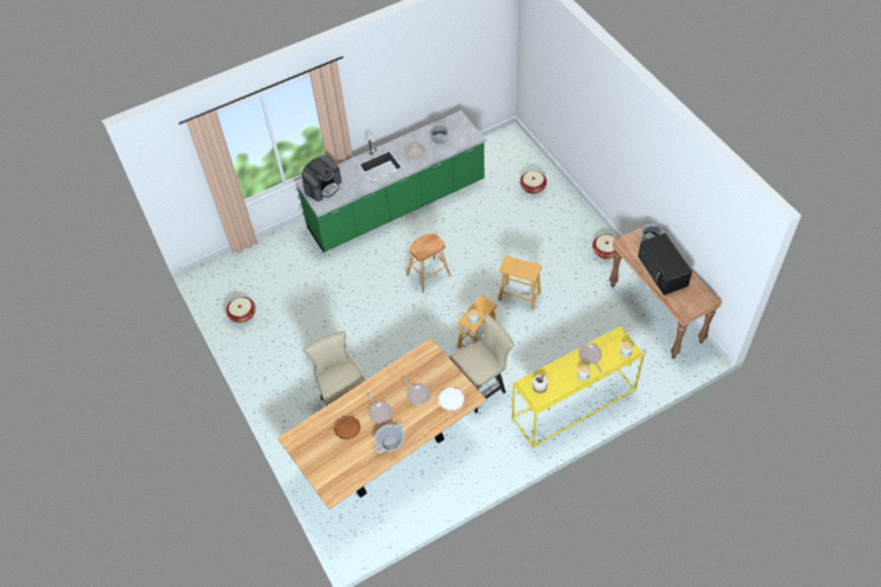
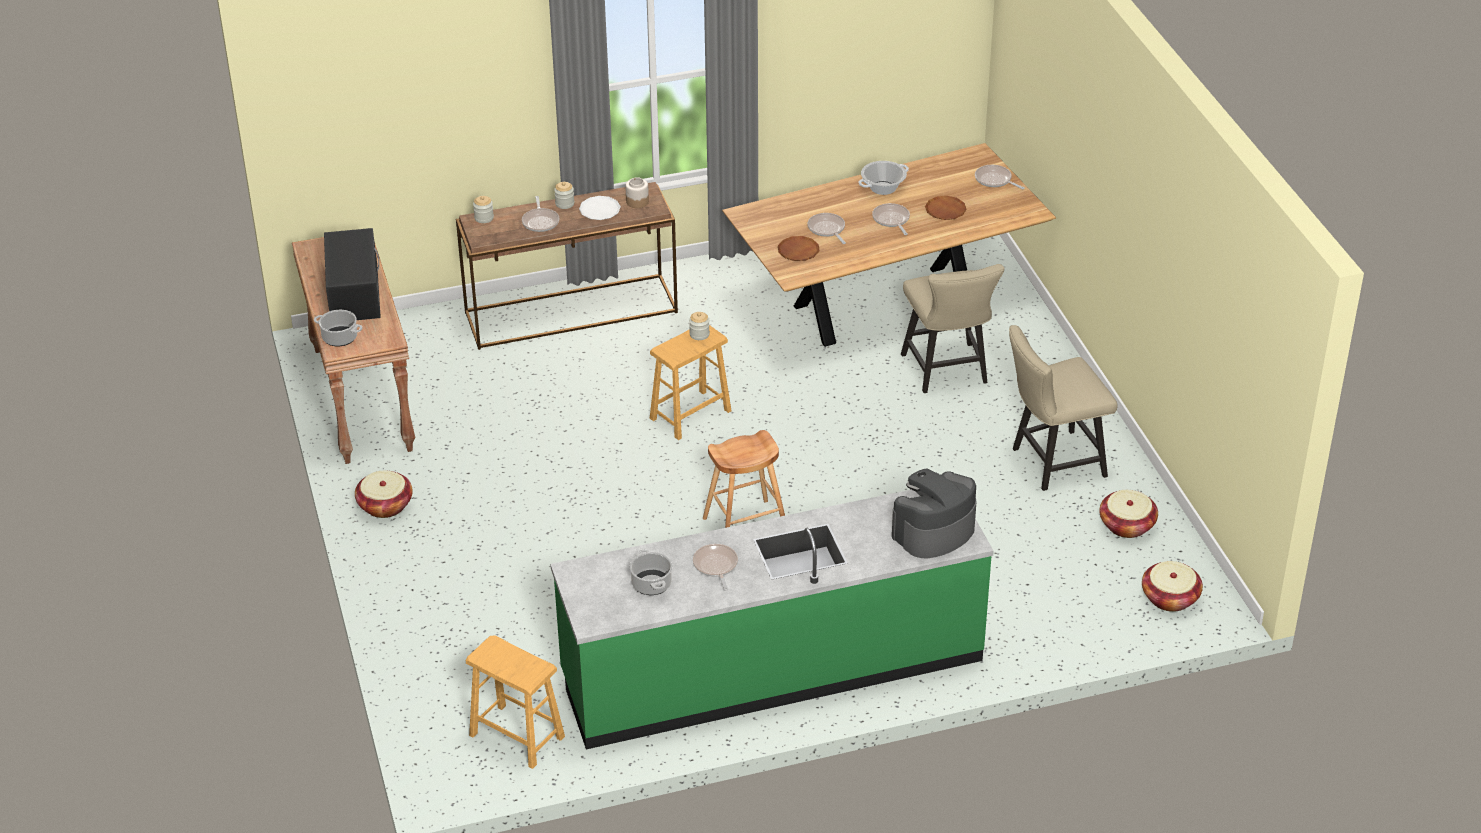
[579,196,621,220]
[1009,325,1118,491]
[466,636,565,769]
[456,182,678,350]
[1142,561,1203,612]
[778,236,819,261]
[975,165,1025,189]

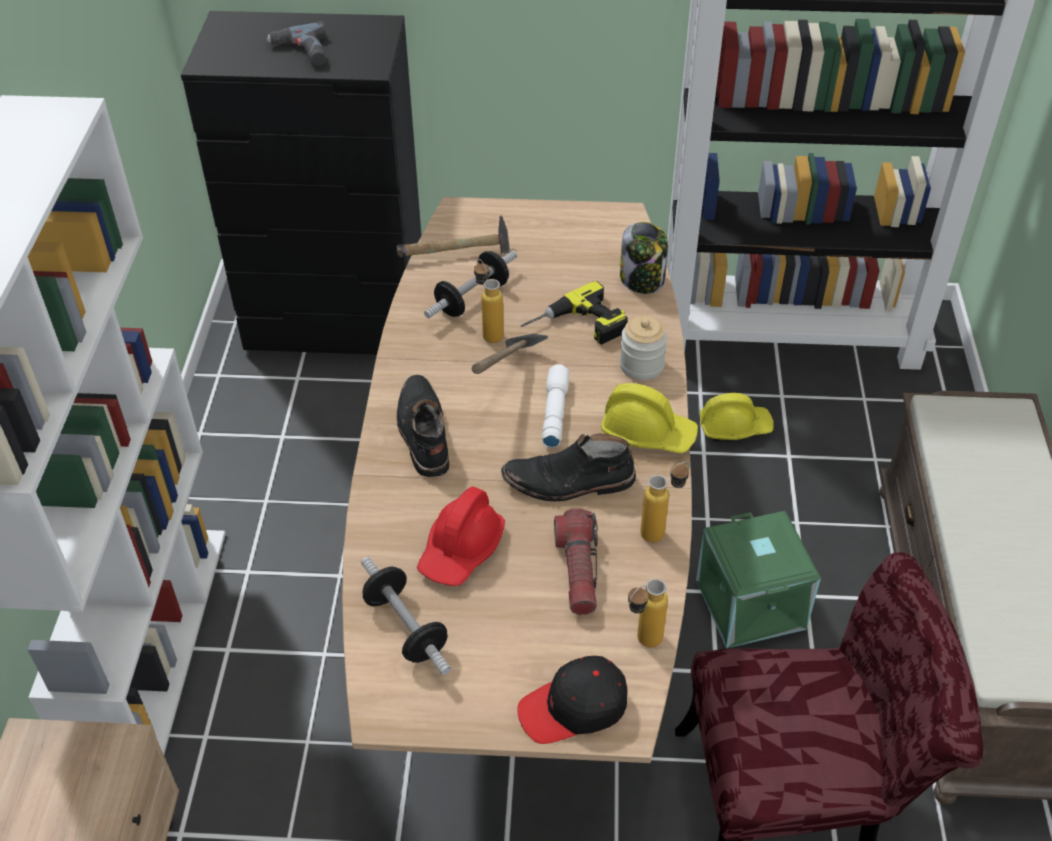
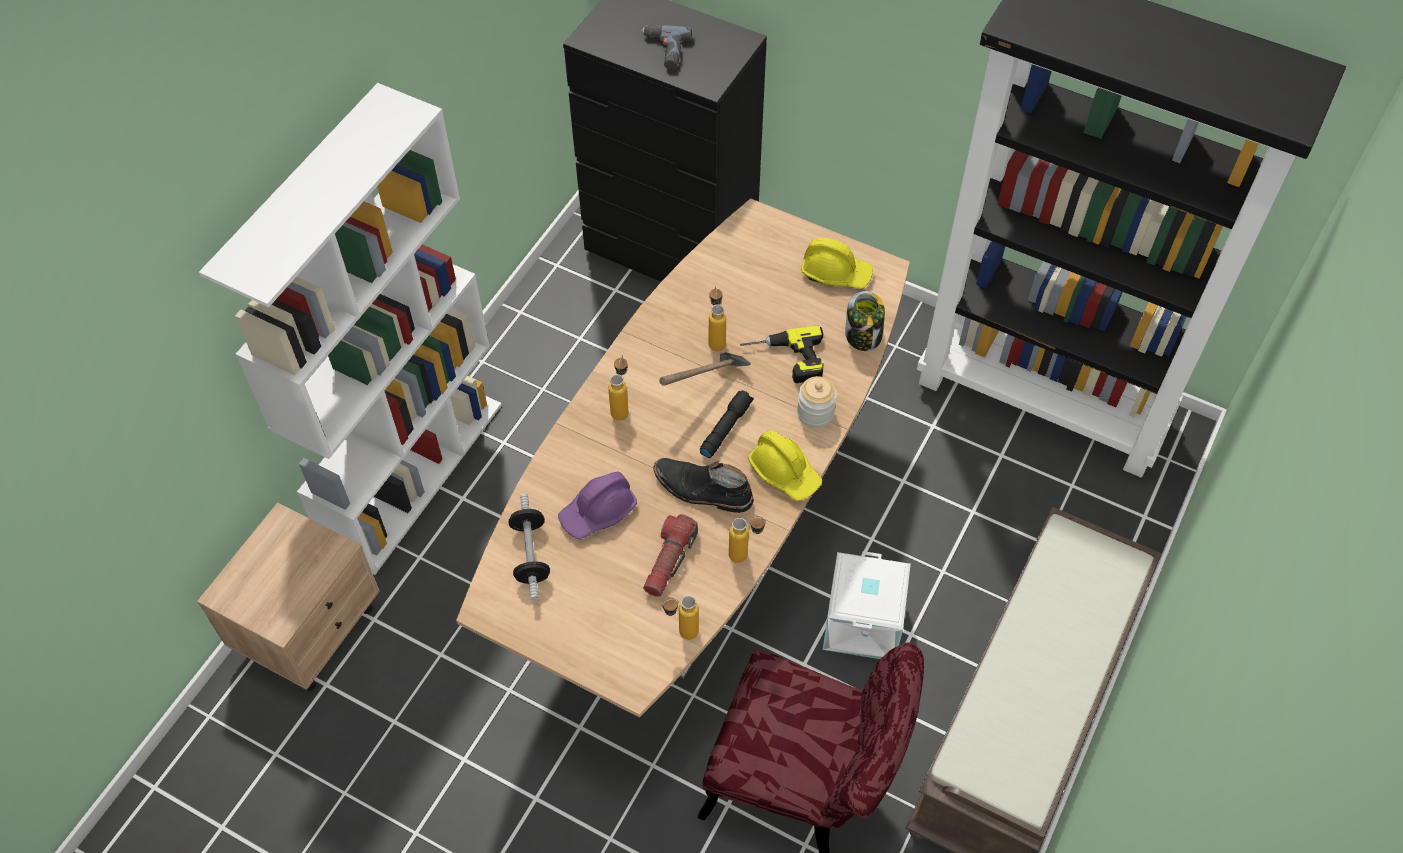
[396,216,510,257] (first image)
[608,355,628,421]
[558,472,637,539]
[424,250,517,319] (first image)
[517,656,627,744] (first image)
[700,390,754,458]
[823,551,911,659]
[801,238,873,289]

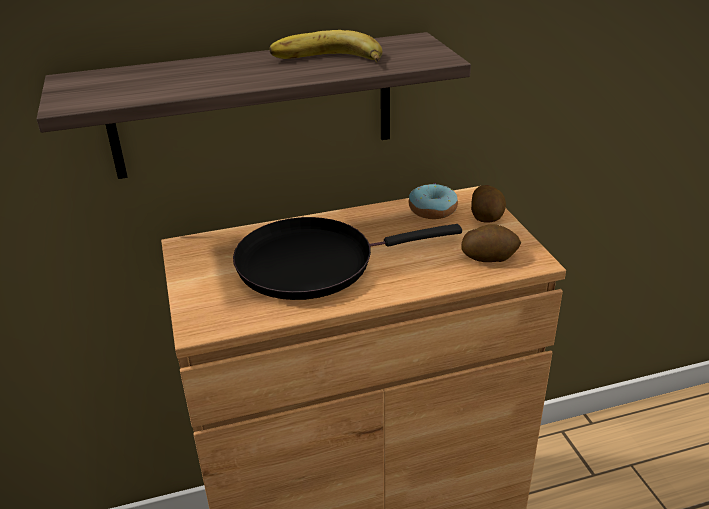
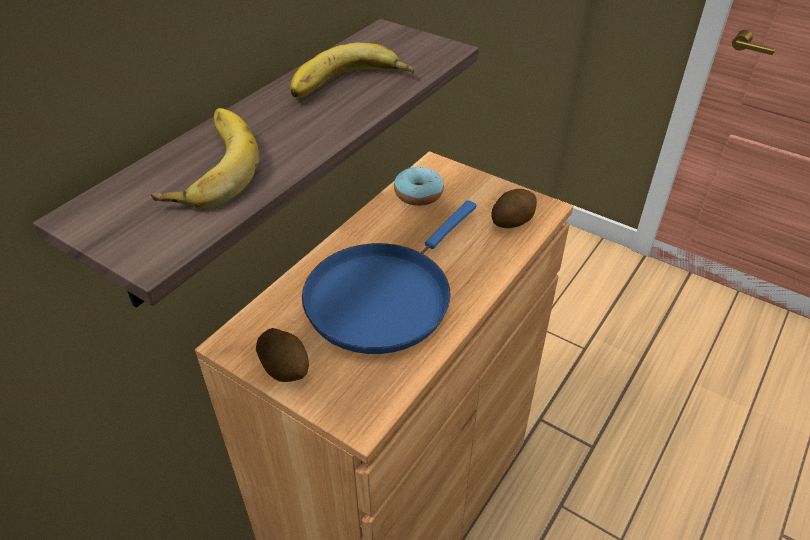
[302,200,477,354]
[256,328,309,382]
[151,108,259,209]

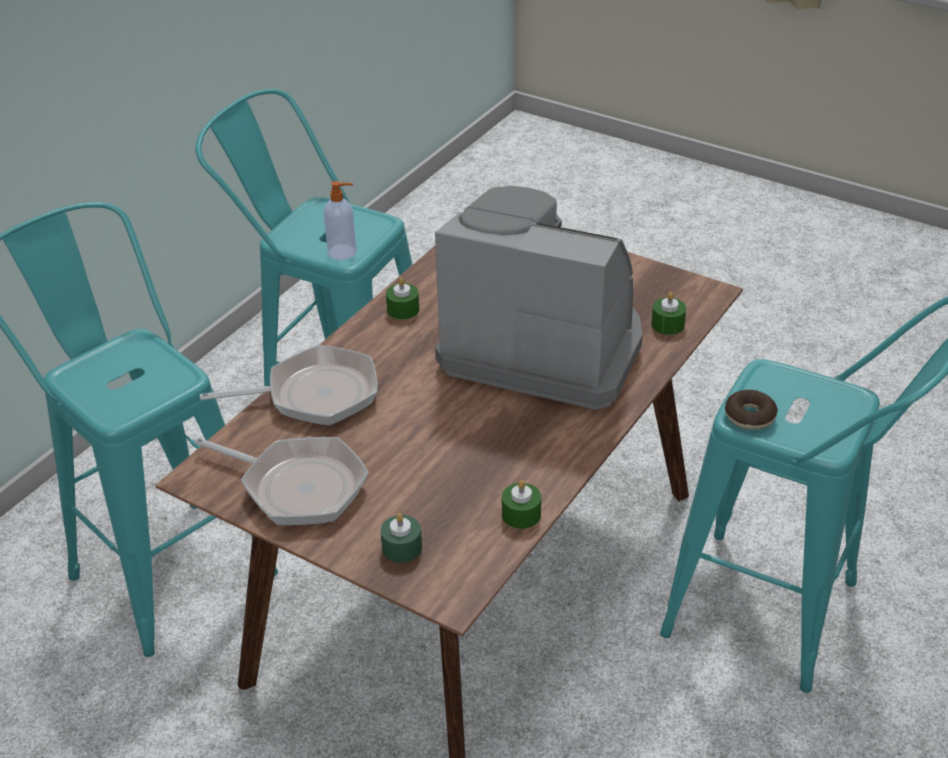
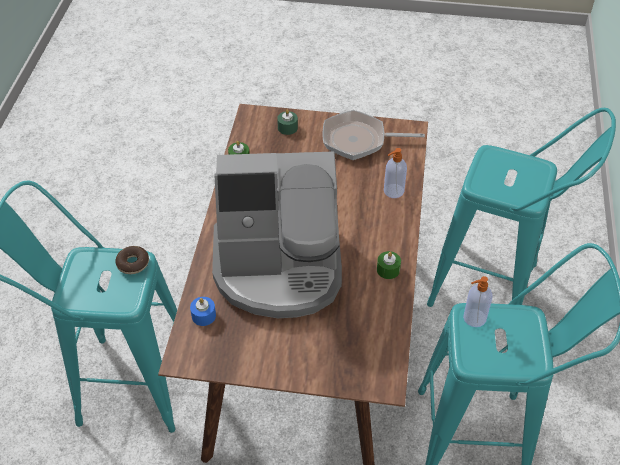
[384,148,407,198]
[190,297,216,326]

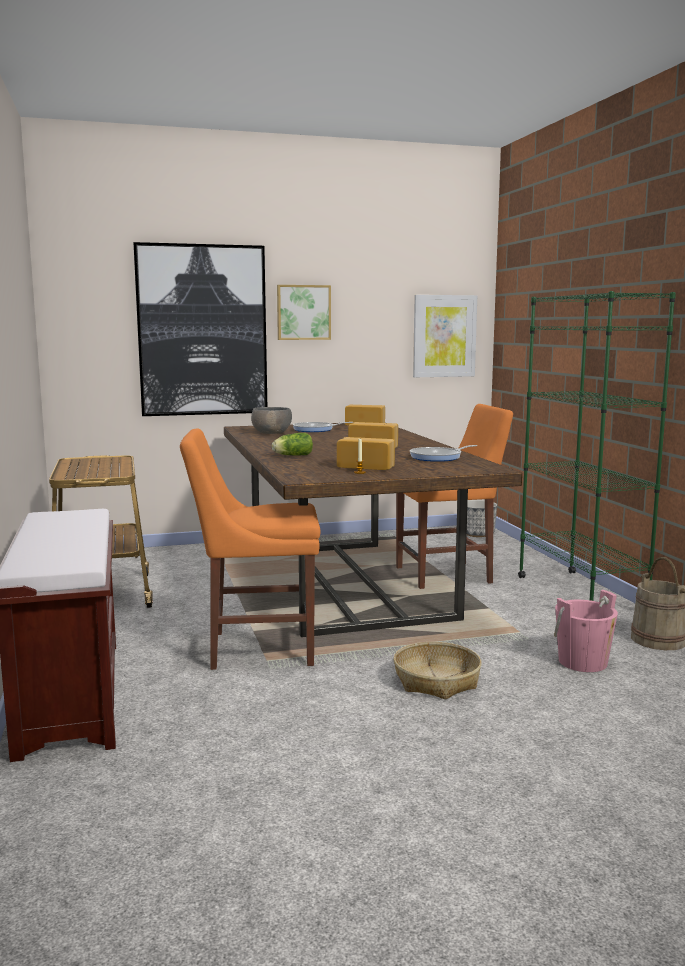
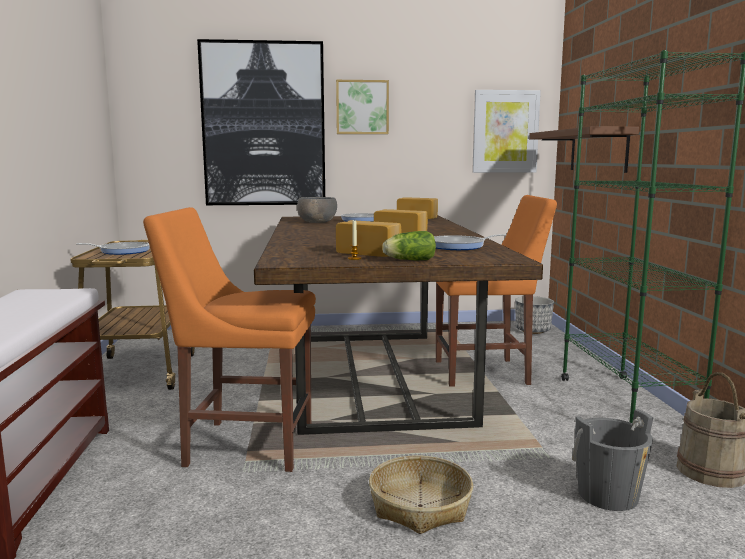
[382,231,436,260]
[572,409,653,511]
[76,242,150,255]
[529,126,639,173]

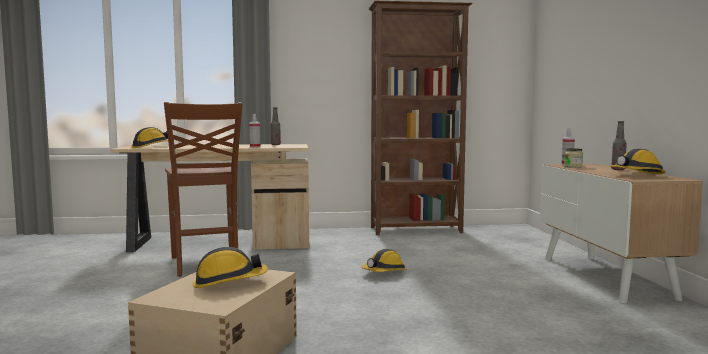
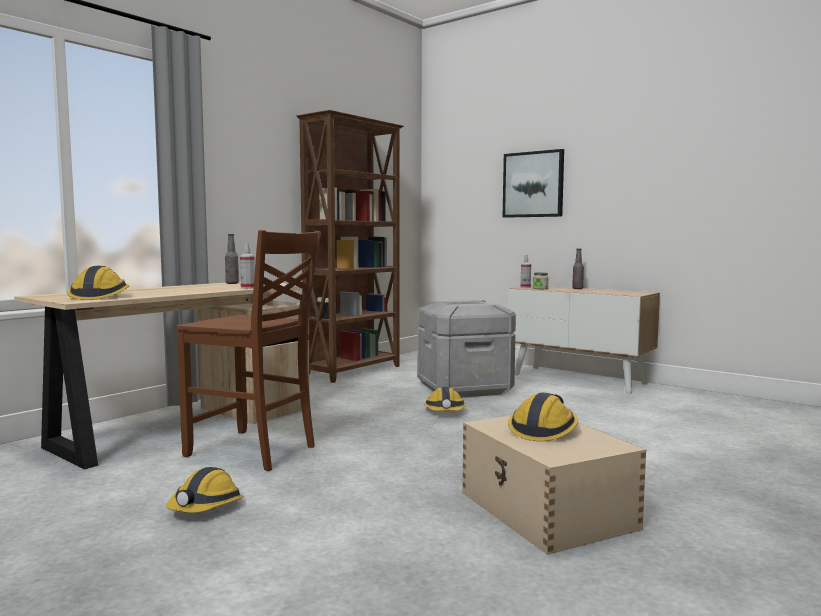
[166,467,243,513]
[417,300,516,398]
[503,149,564,218]

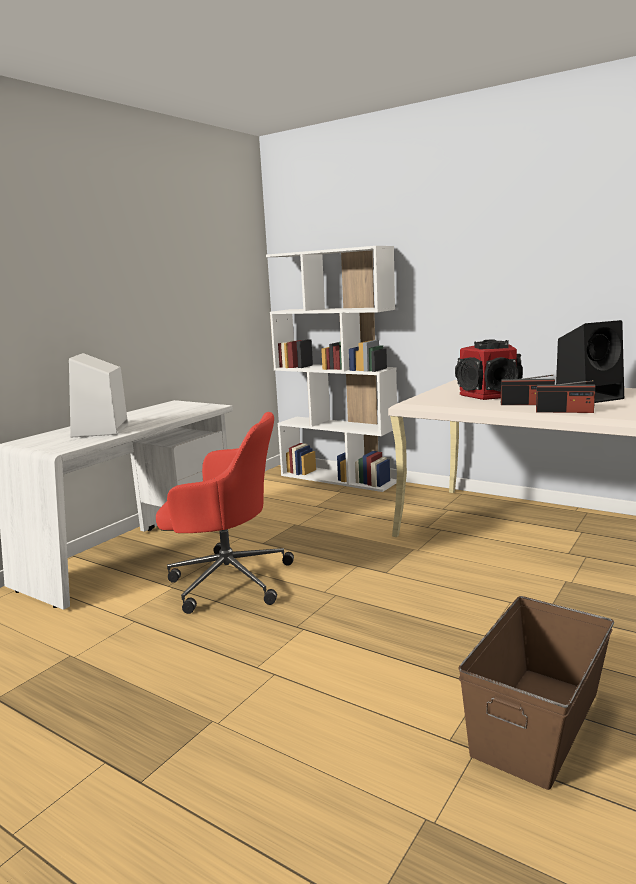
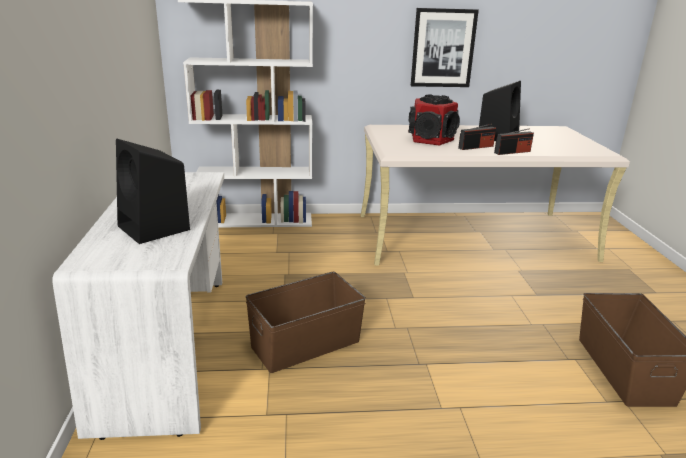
[116,138,190,244]
[245,272,366,373]
[411,8,479,87]

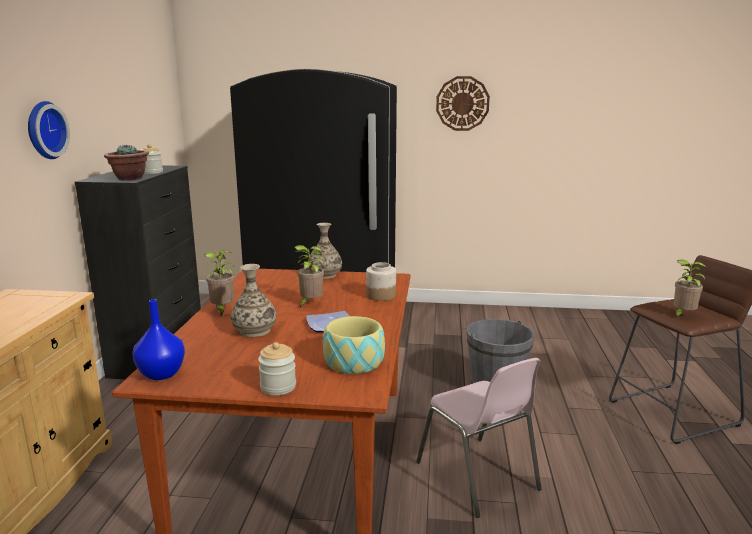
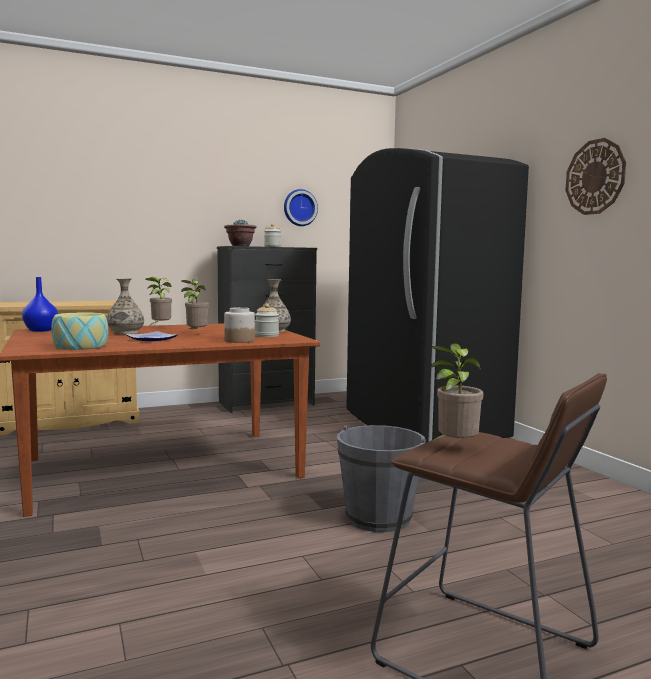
[284,189,318,226]
[255,304,279,337]
[416,358,541,518] (first image)

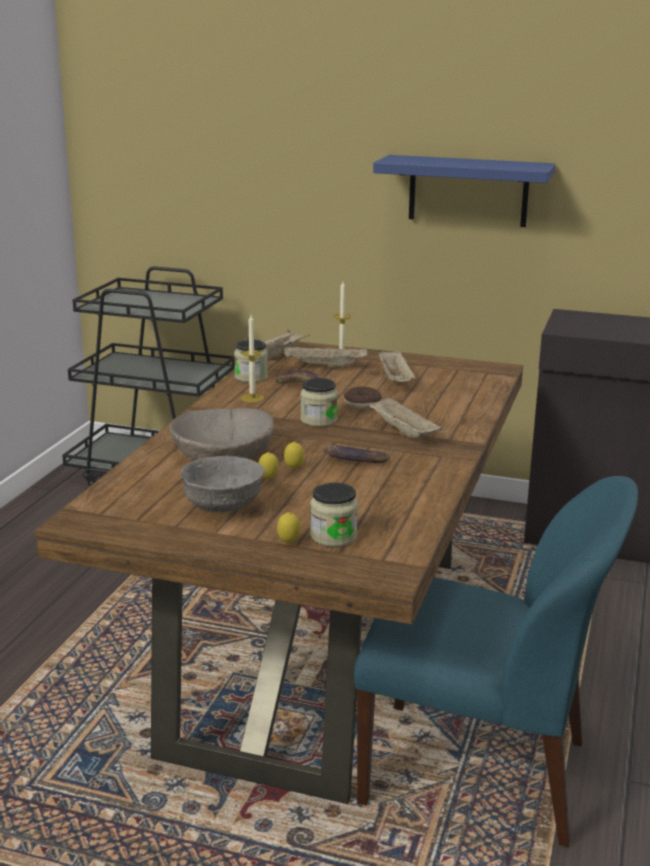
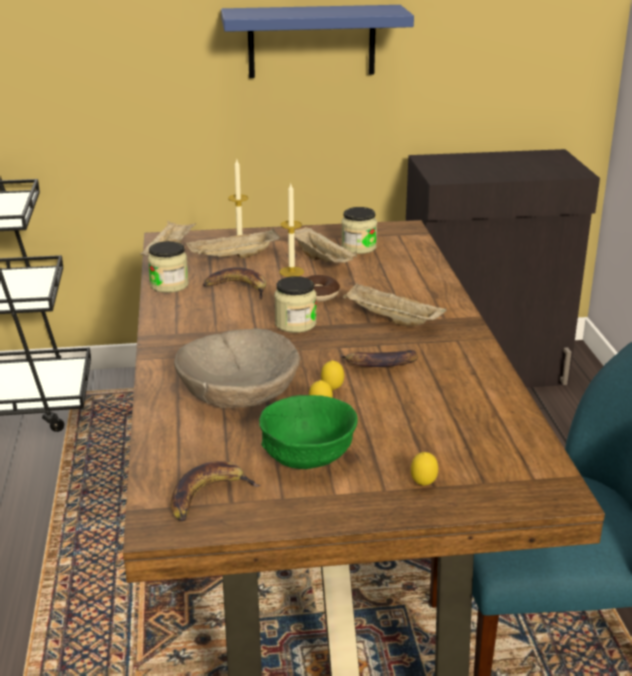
[259,395,358,469]
[280,184,304,277]
[341,207,377,254]
[171,461,261,521]

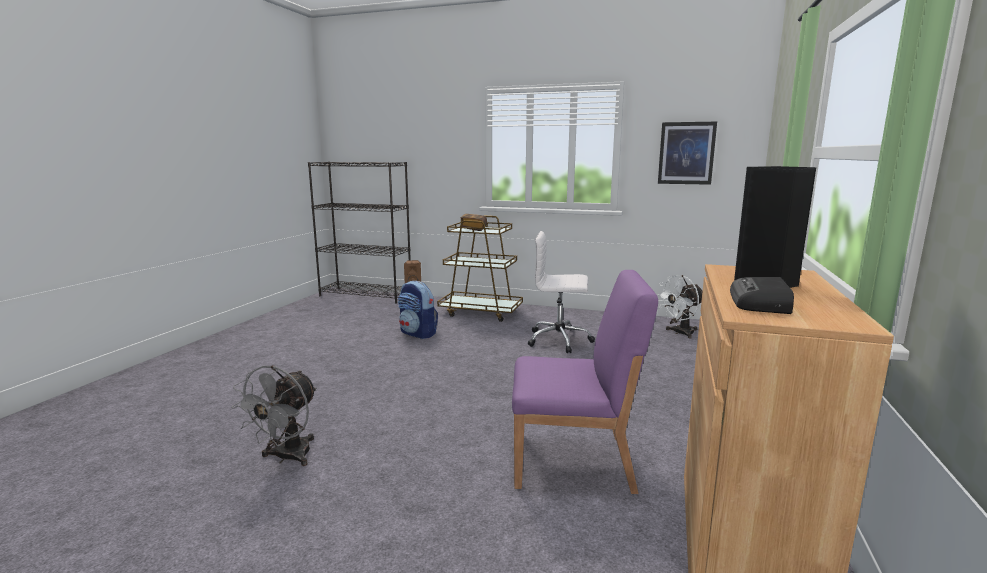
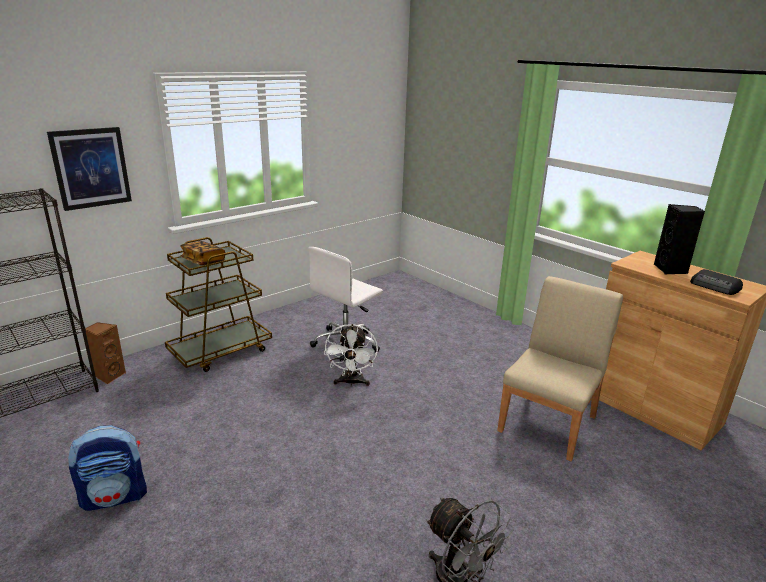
[68,425,147,511]
[497,276,623,461]
[324,324,378,386]
[47,127,132,211]

